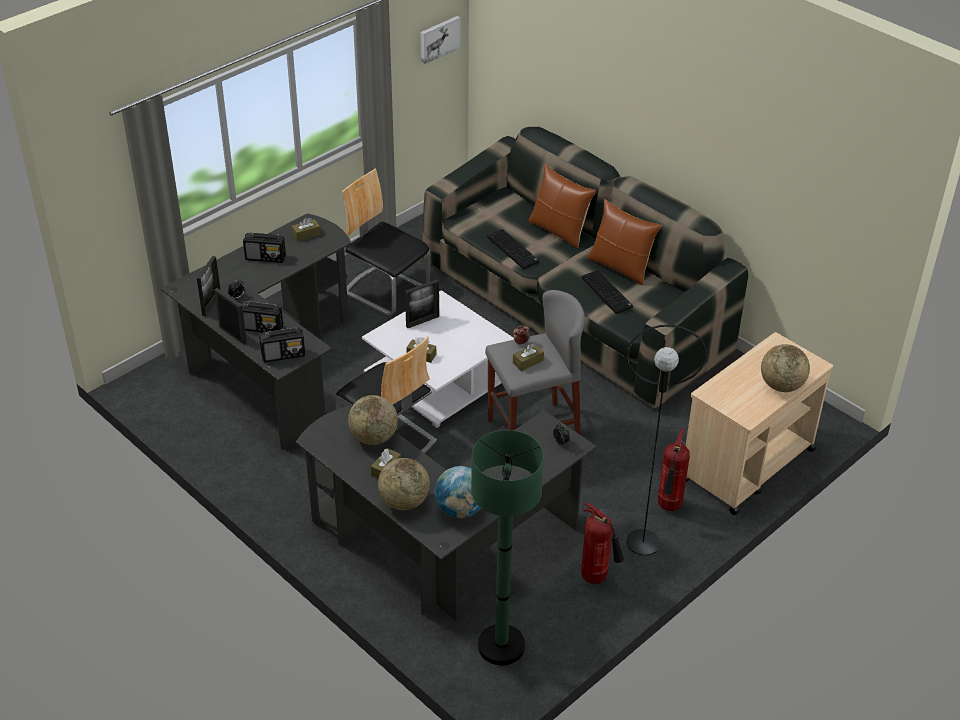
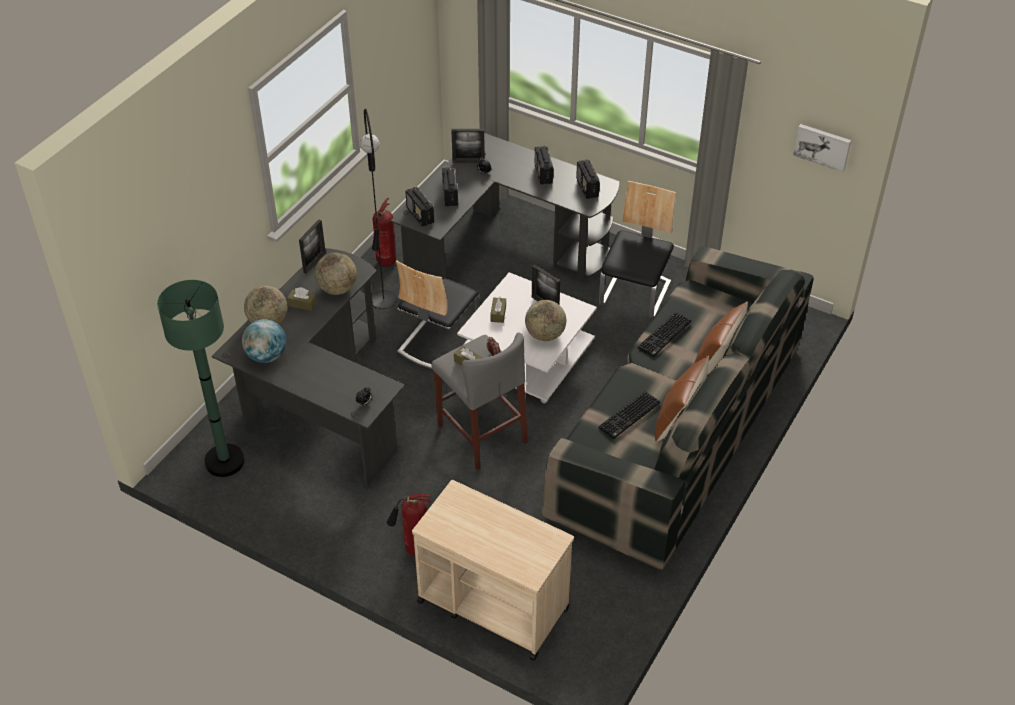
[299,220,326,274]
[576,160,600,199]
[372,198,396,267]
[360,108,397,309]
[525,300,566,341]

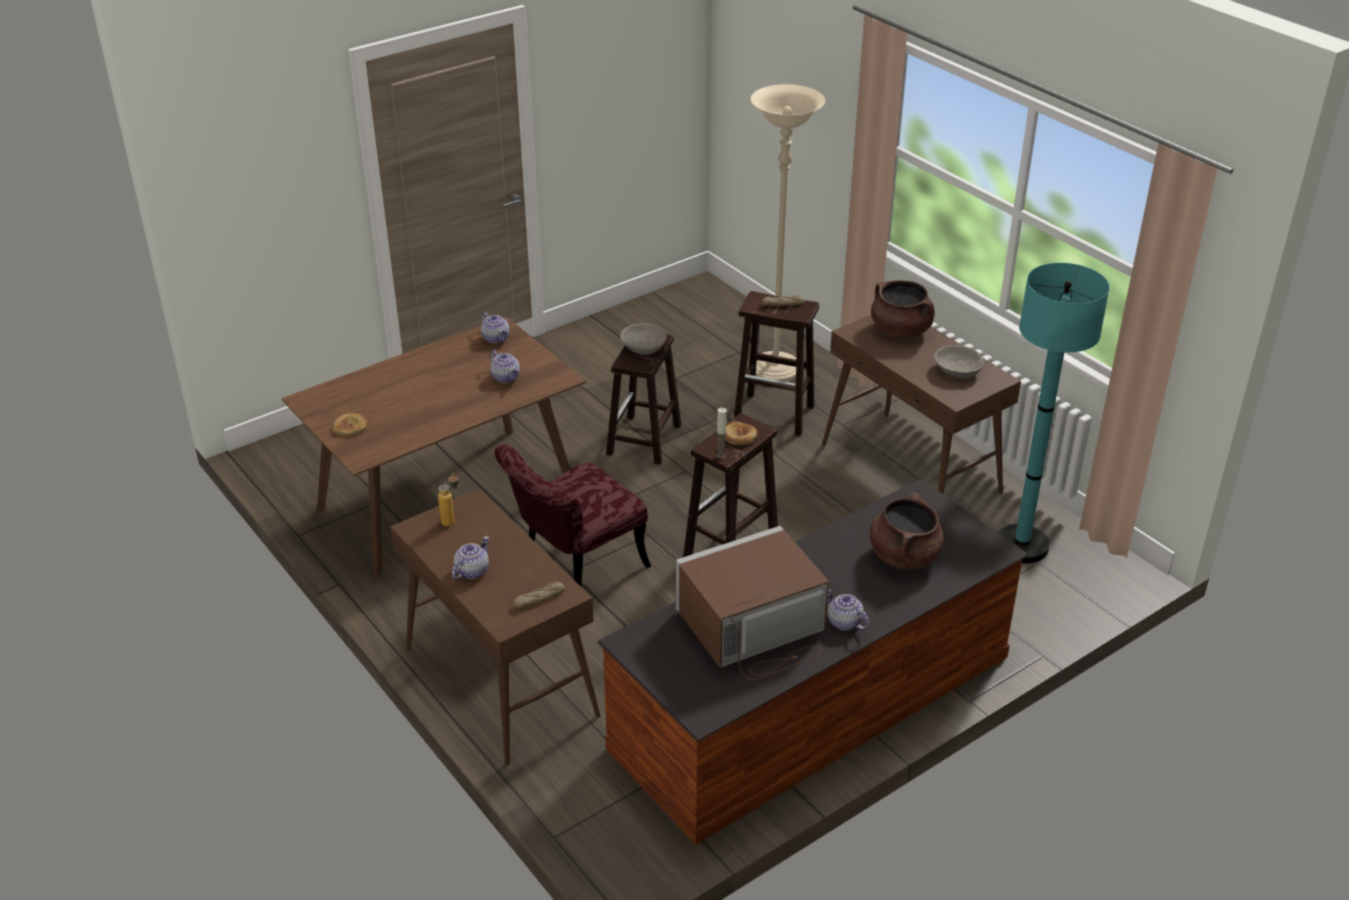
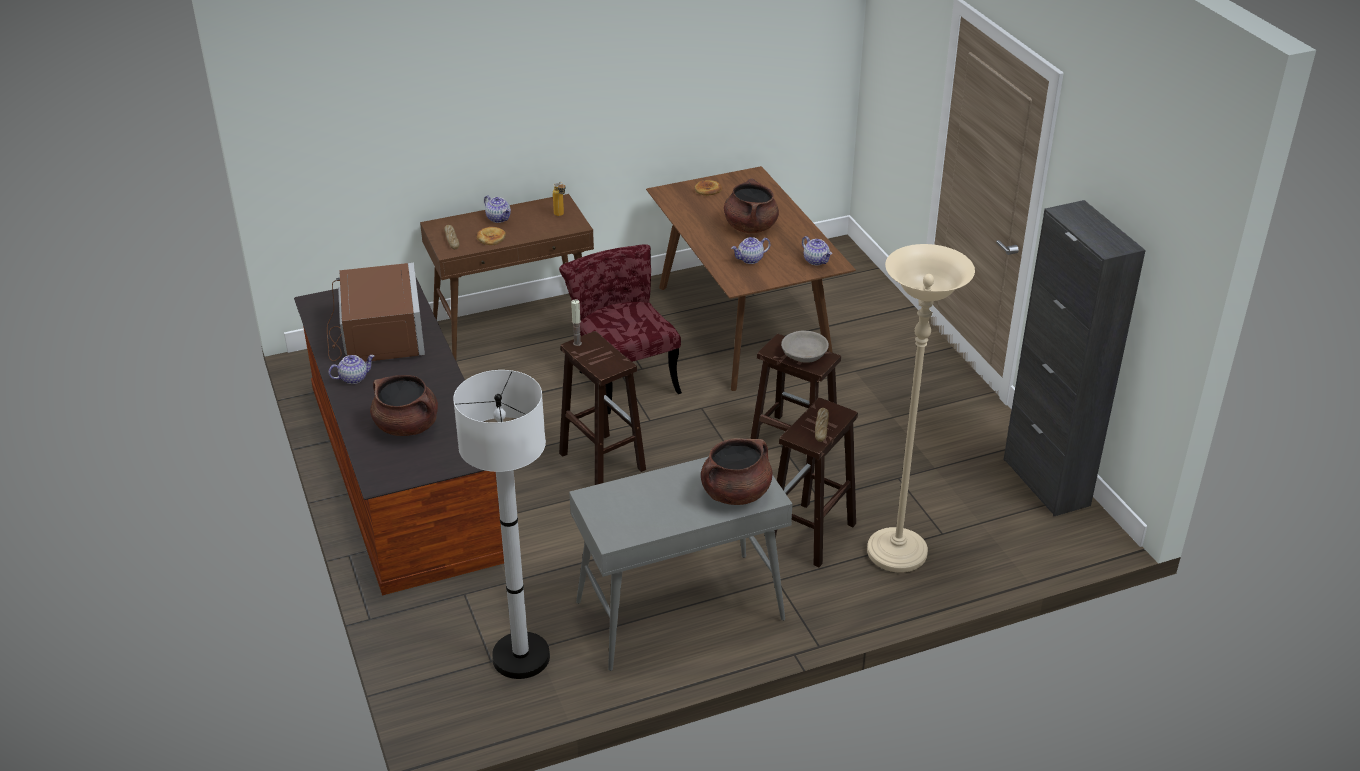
[802,236,832,265]
[477,227,506,245]
[569,457,793,671]
[934,345,984,378] (first image)
[453,370,550,679]
[724,178,779,233]
[1003,200,1146,516]

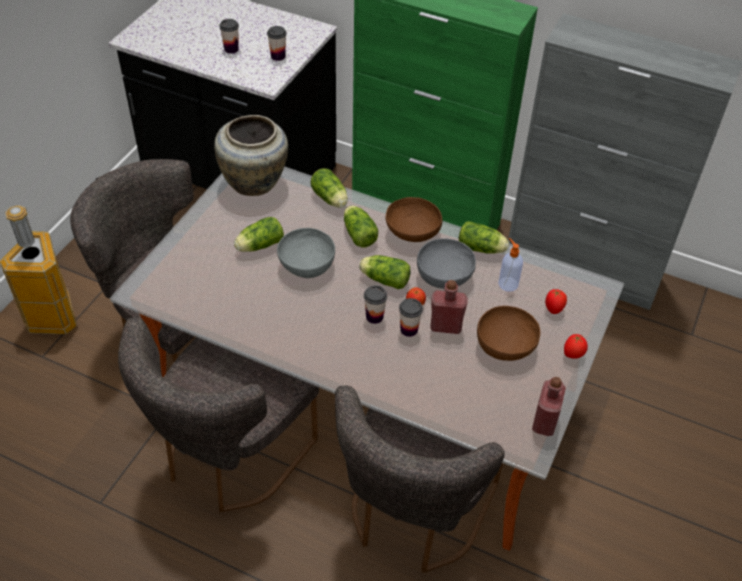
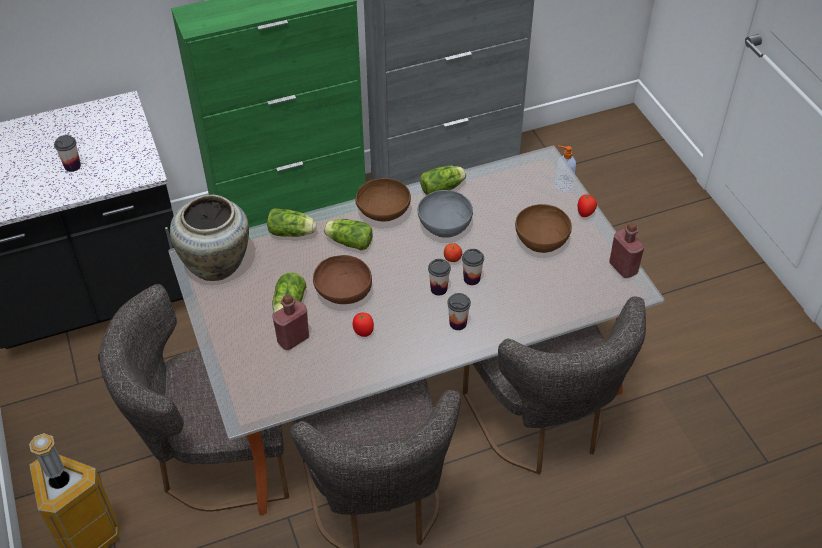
[447,293,471,330]
[313,255,372,304]
[359,255,411,289] (first image)
[272,294,309,350]
[555,146,576,192]
[353,313,374,337]

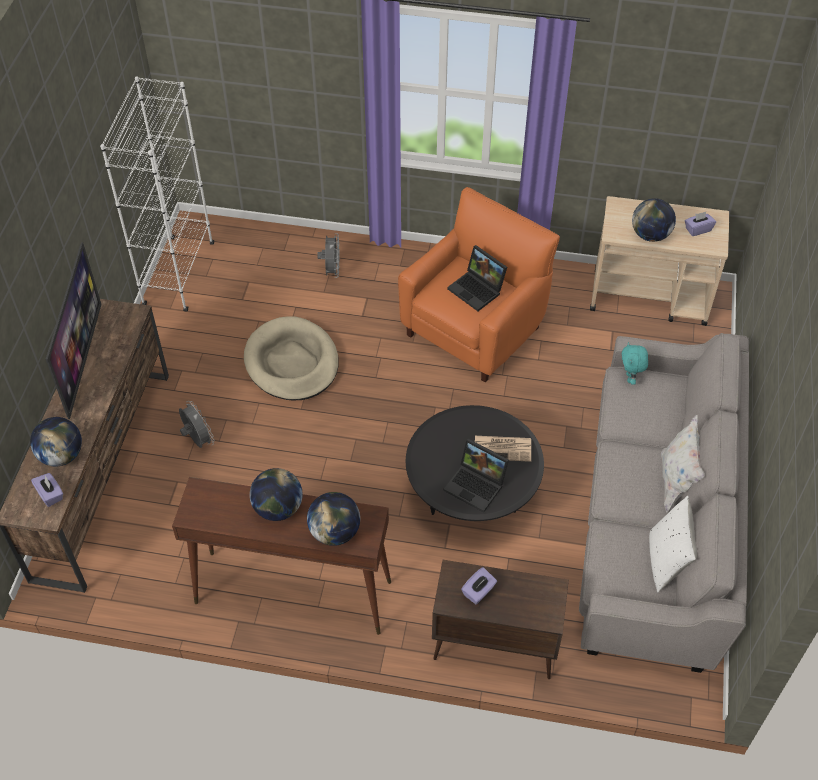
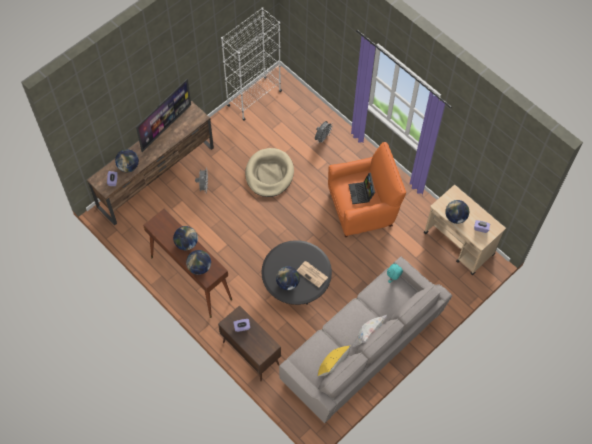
[276,266,300,290]
[318,345,351,376]

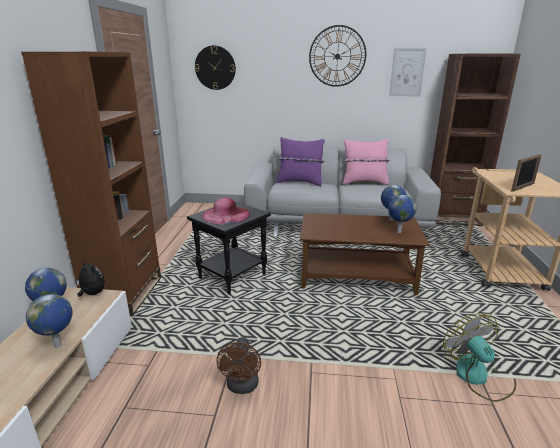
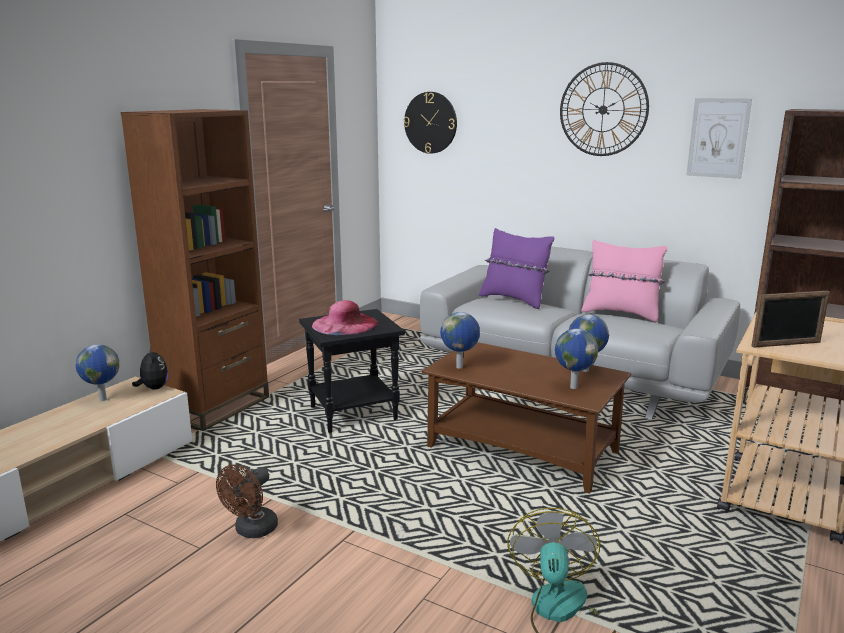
[440,312,480,369]

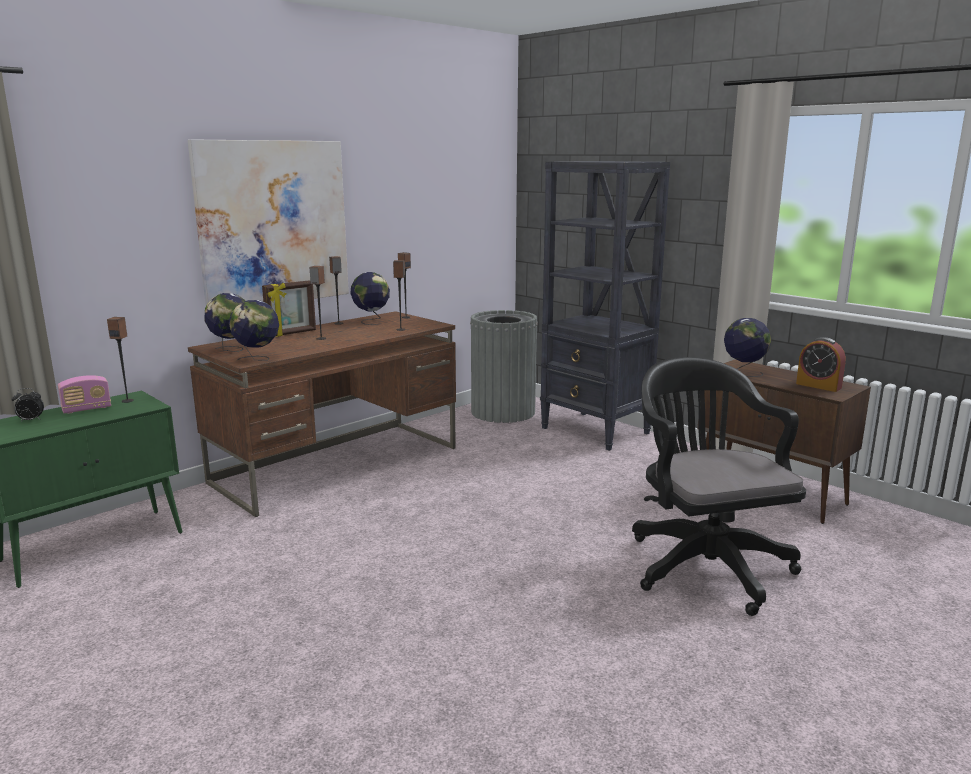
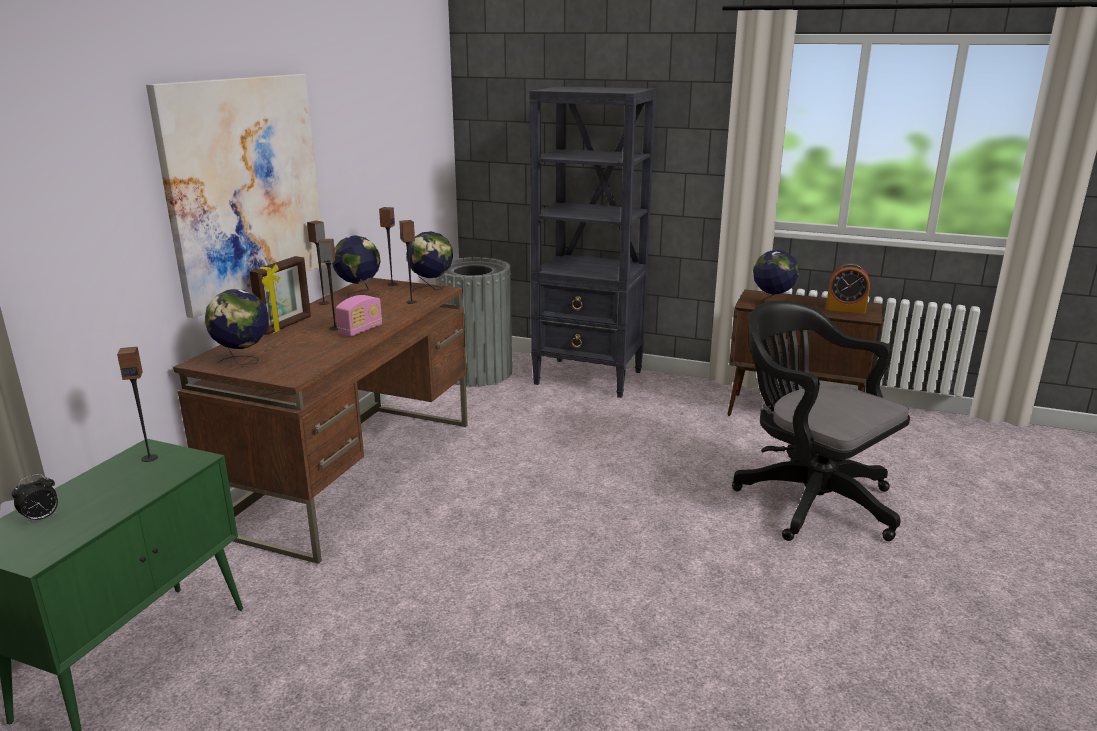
[336,295,382,337]
[406,231,453,293]

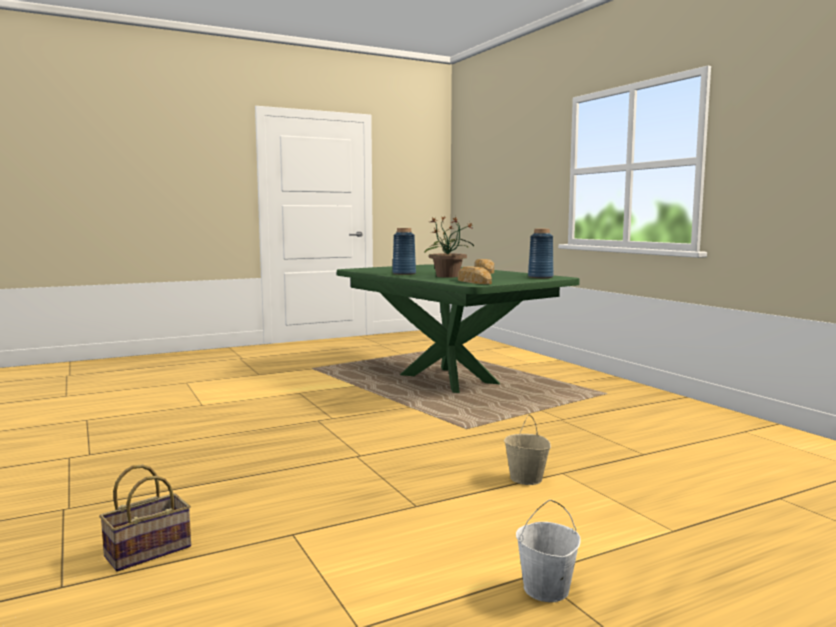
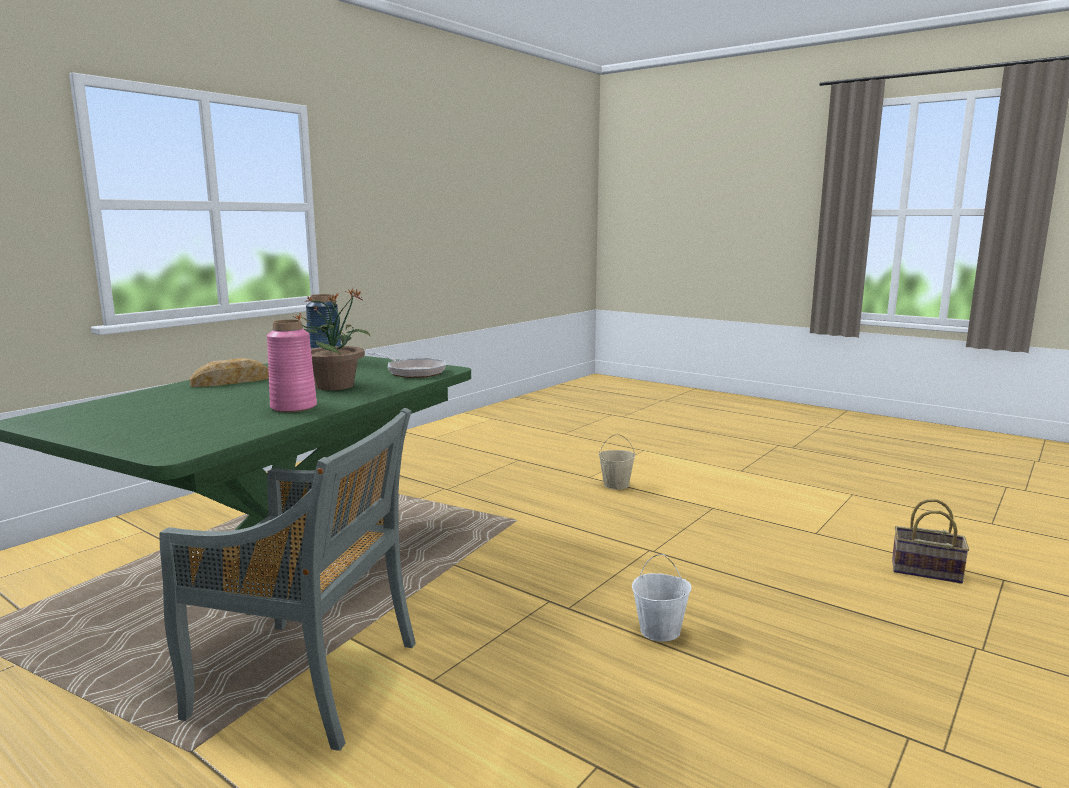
[267,320,317,412]
[367,352,446,378]
[632,554,691,642]
[159,408,416,751]

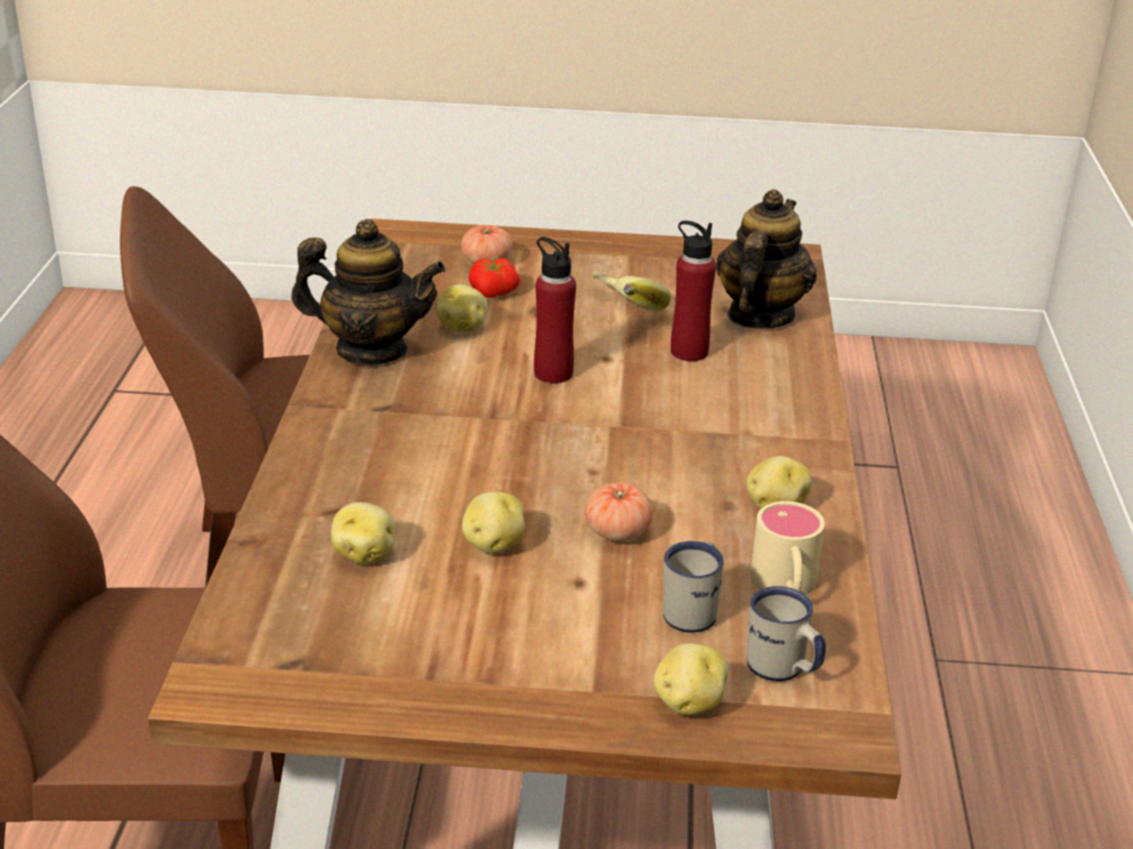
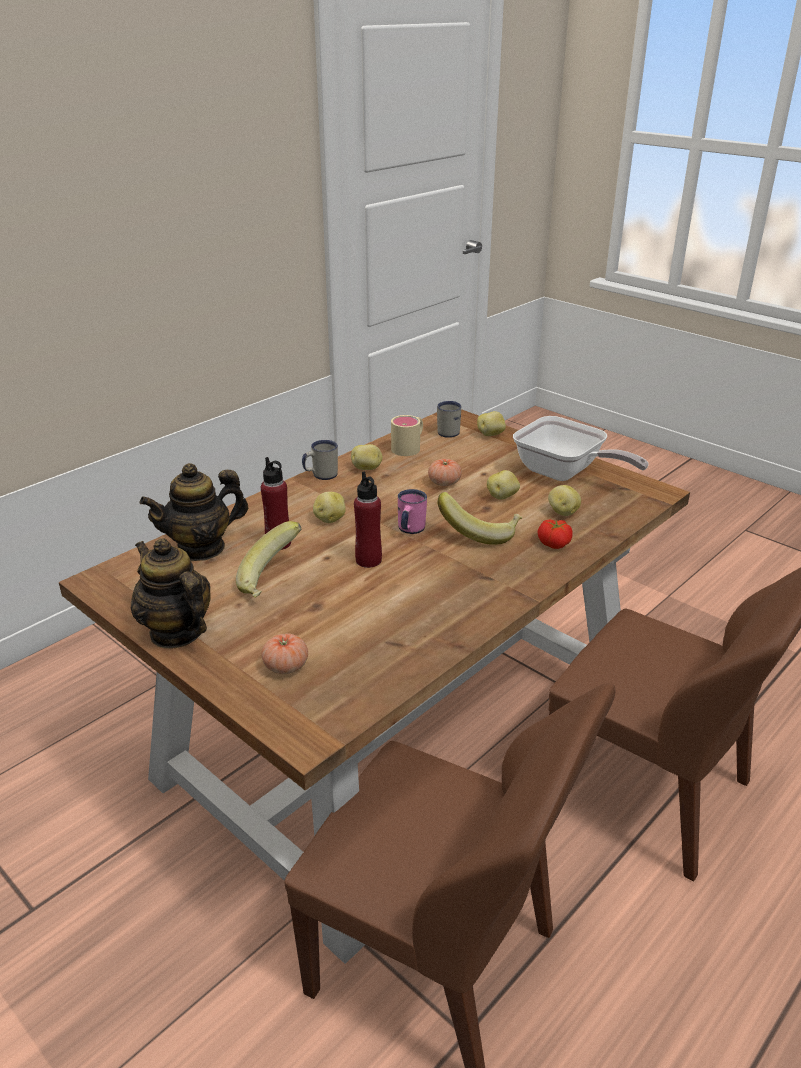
[131,538,211,649]
[313,492,346,523]
[538,520,573,549]
[302,440,338,480]
[398,489,427,534]
[437,492,522,545]
[513,416,648,481]

